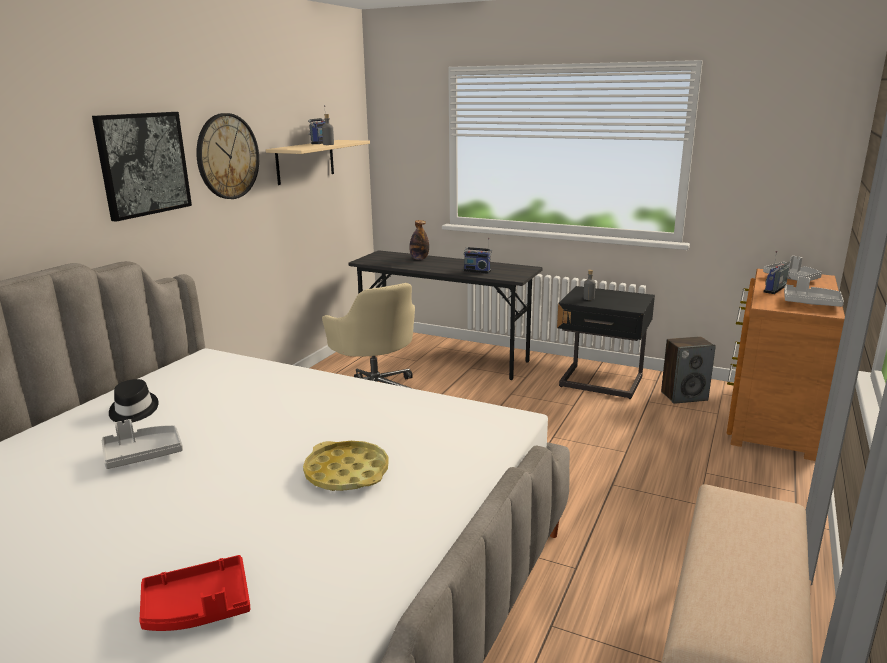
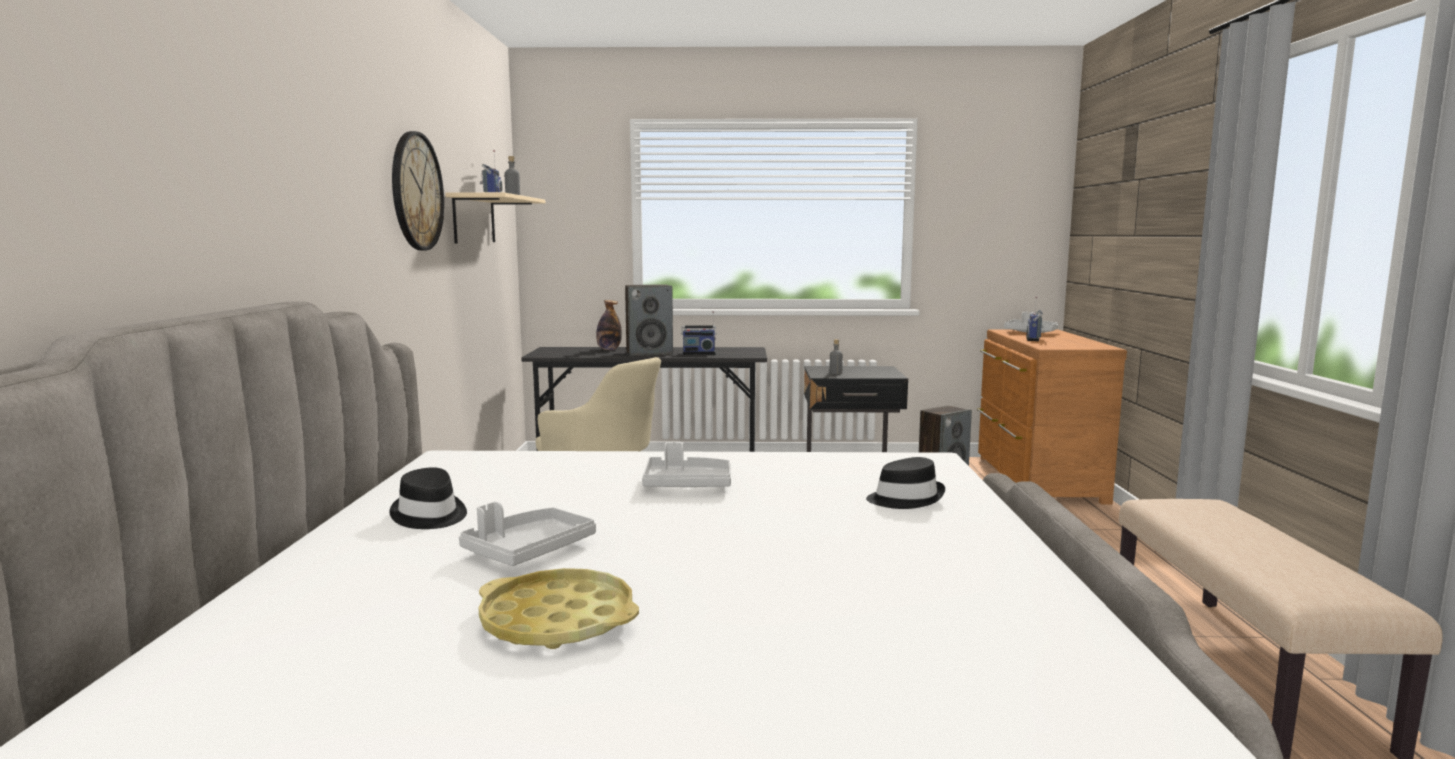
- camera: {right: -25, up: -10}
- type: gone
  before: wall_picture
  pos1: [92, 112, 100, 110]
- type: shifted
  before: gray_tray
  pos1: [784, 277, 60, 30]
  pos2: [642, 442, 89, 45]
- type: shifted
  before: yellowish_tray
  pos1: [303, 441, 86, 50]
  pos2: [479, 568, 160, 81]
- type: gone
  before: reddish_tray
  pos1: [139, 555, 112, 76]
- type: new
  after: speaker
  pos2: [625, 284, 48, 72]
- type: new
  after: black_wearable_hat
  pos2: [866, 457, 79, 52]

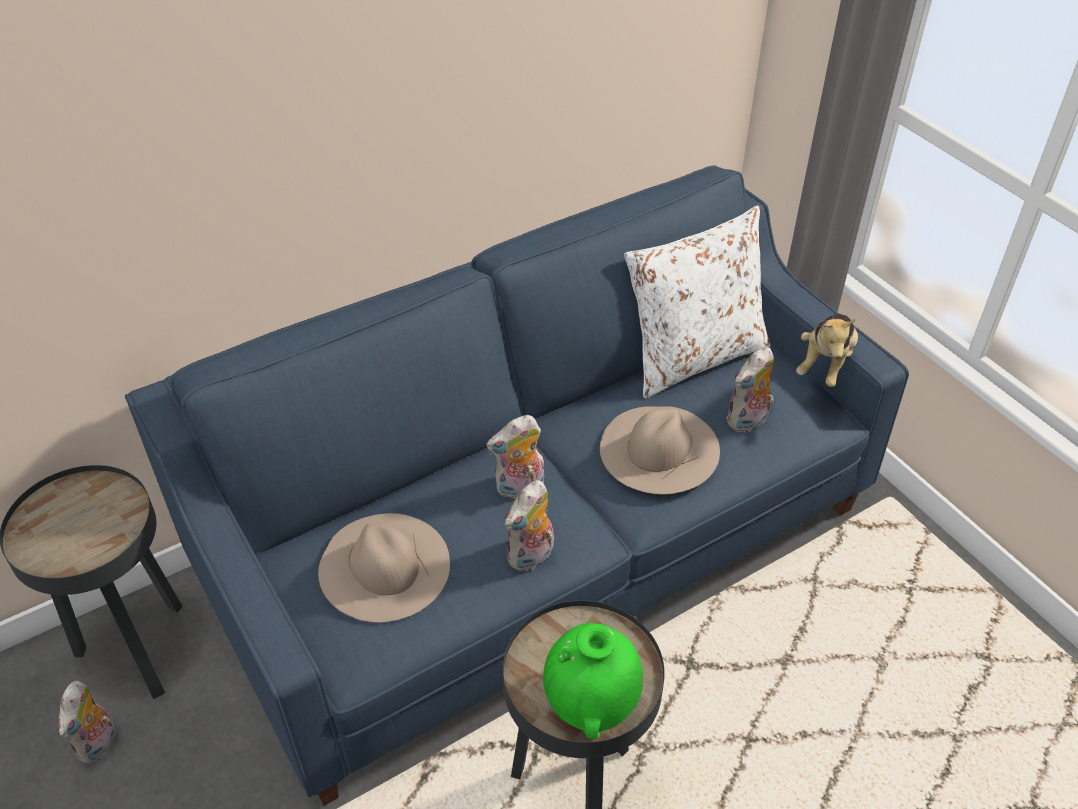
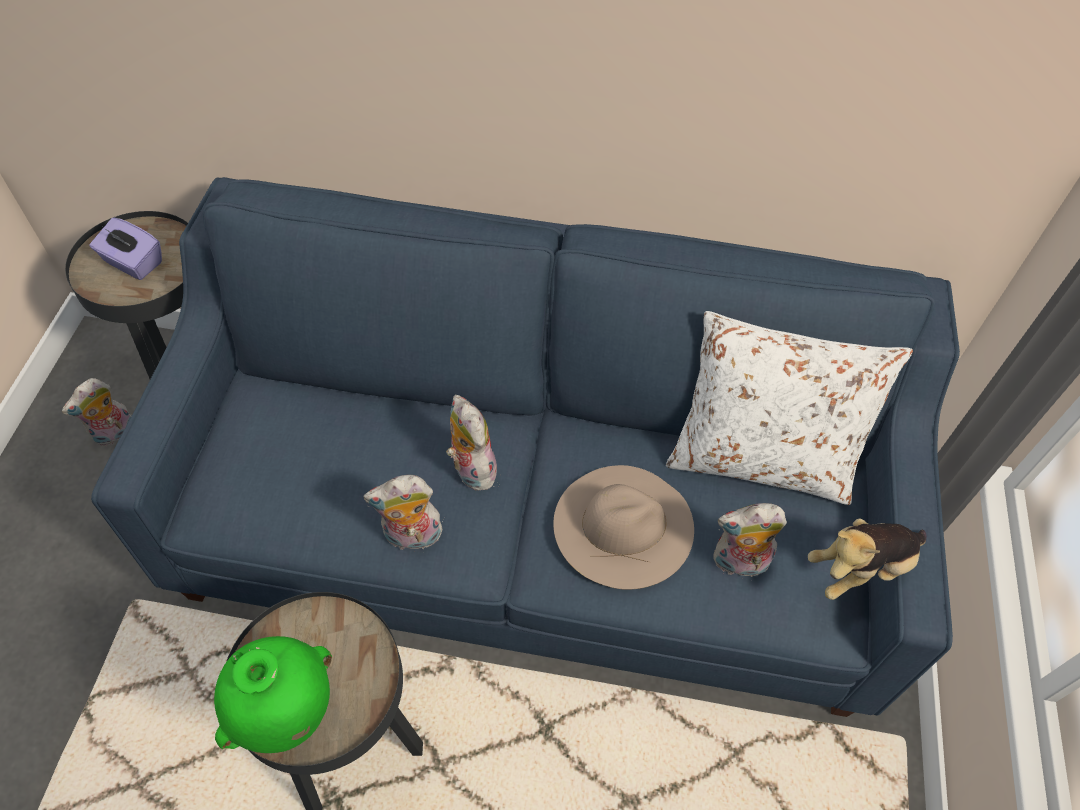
- camera: {right: 40, up: 10}
- type: rotated
  before: soft_toy
  pos1: [486, 415, 58, 84]
  pos2: [446, 395, 51, 95]
  turn: 45
- type: gone
  before: beige-coloured_wearable_hat
  pos1: [318, 513, 132, 110]
- type: new
  after: purplish_tissue_holder
  pos2: [90, 218, 72, 62]

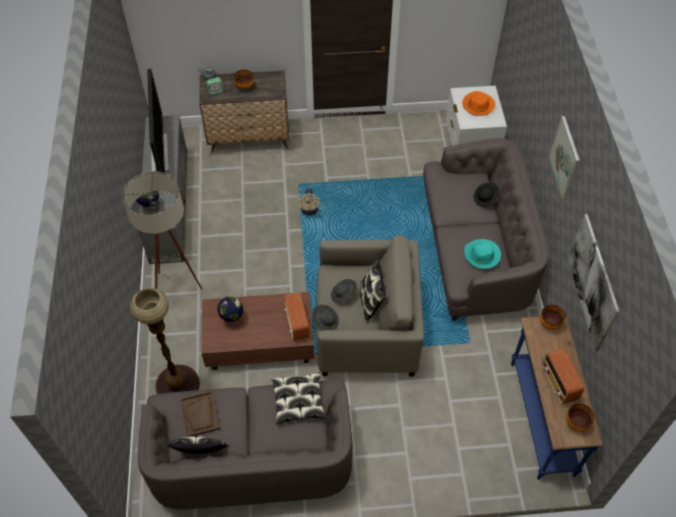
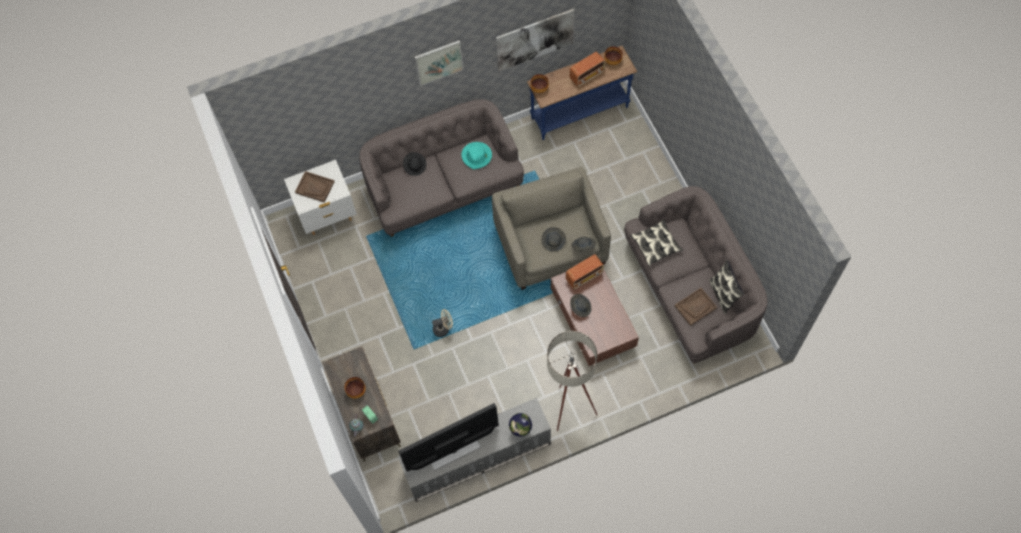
- camera: {right: -105, up: 10}
- type: swapped
  before: orangey_wearable_hat
  after: brown-coloured_tray
  pos1: [462, 91, 33, 25]
  pos2: [295, 171, 40, 31]
- type: gone
  before: pillow
  pos1: [360, 258, 26, 65]
- type: gone
  before: floor_lamp
  pos1: [130, 288, 70, 106]
- type: gone
  before: world_globe
  pos1: [218, 296, 25, 31]
- type: new
  after: gray_wearable_hat
  pos2: [570, 294, 21, 23]

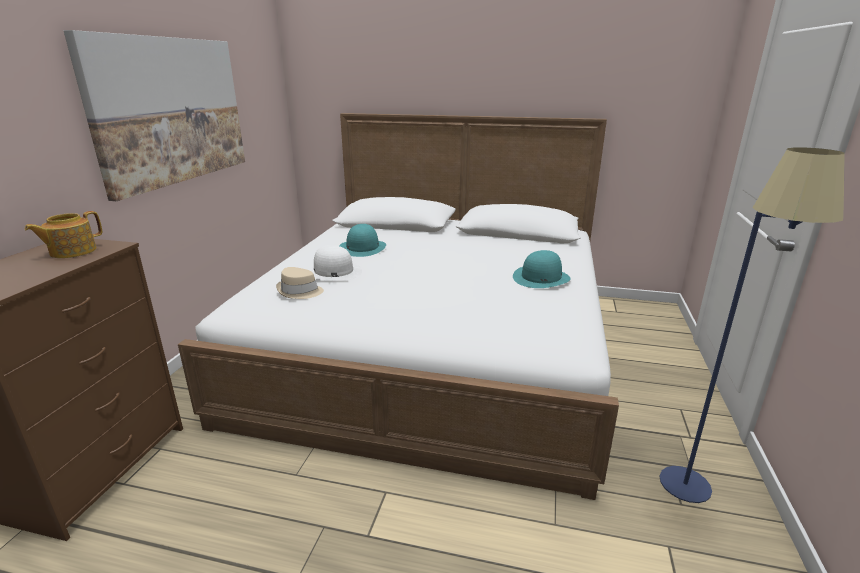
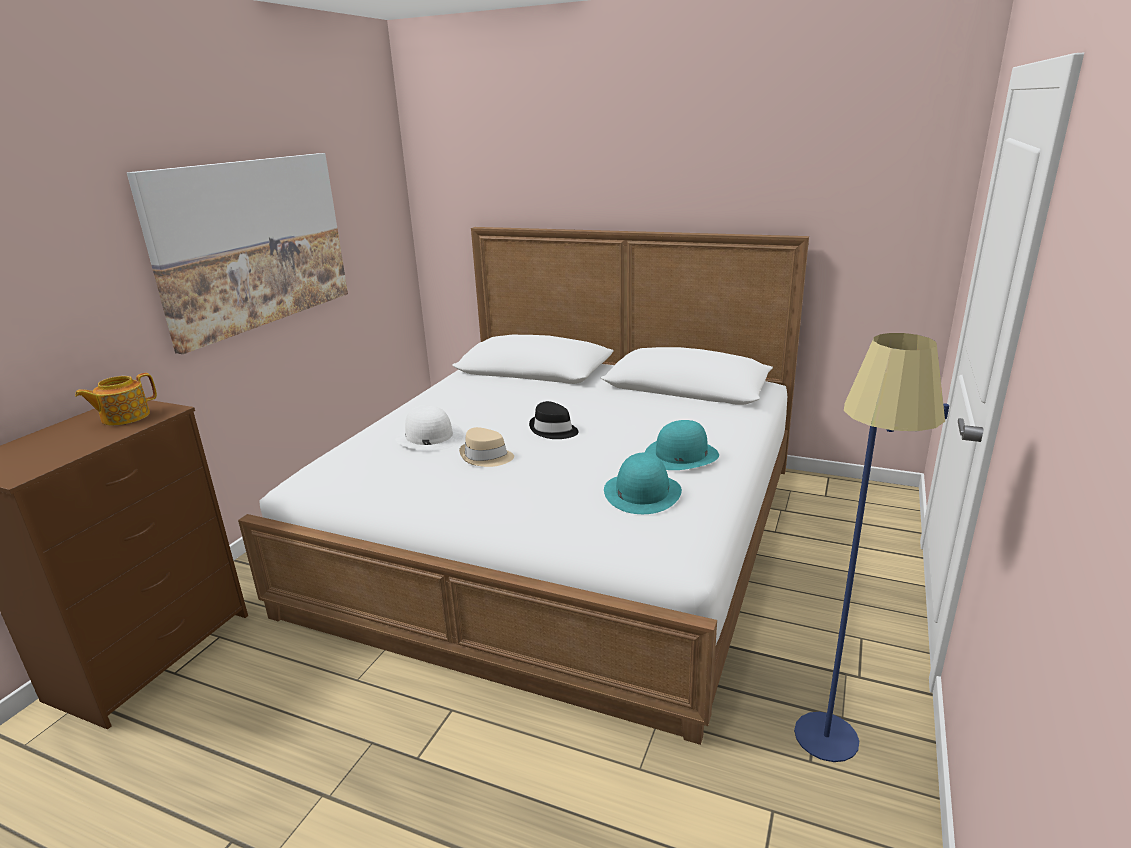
- camera: {right: 10, up: 0}
- type: shifted
  before: turquoise-coloured_wearable_hat
  pos1: [339, 224, 47, 33]
  pos2: [604, 453, 78, 61]
- type: shifted
  before: beige-coloured_wearable_hat
  pos1: [276, 267, 48, 32]
  pos2: [459, 427, 55, 40]
- type: new
  after: black_wearable_hat
  pos2: [529, 401, 50, 38]

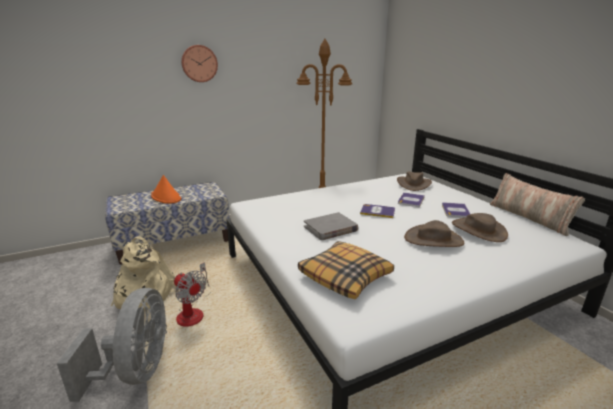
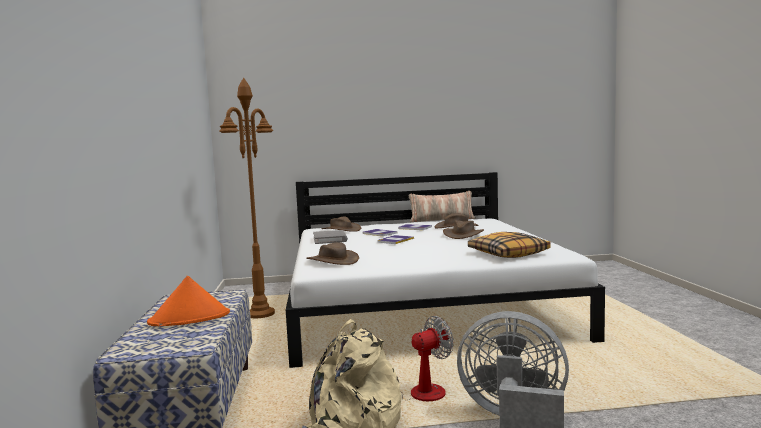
- camera: {right: -70, up: -15}
- type: gone
  before: hanging_clock
  pos1: [181, 45, 37, 37]
- type: shifted
  before: gray_volume
  pos1: [304, 212, 54, 28]
  pos2: [313, 230, 35, 14]
- type: new
  after: brown-coloured_wearable_hat
  pos2: [306, 242, 53, 23]

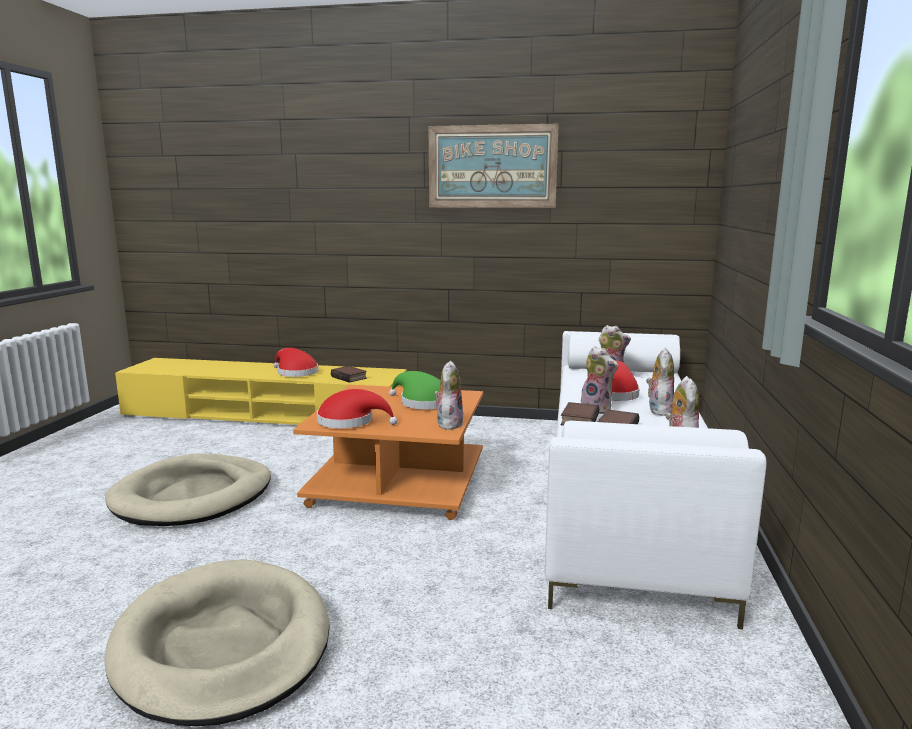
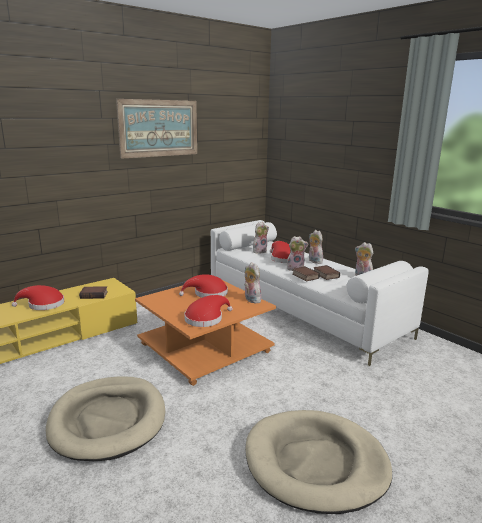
- camera: {right: -50, up: 5}
- type: repainted
  before: green-coloured_wearable_hat
  after: reddish_wearable_hat
  pos1: [389, 371, 52, 38]
  pos2: [179, 274, 49, 24]

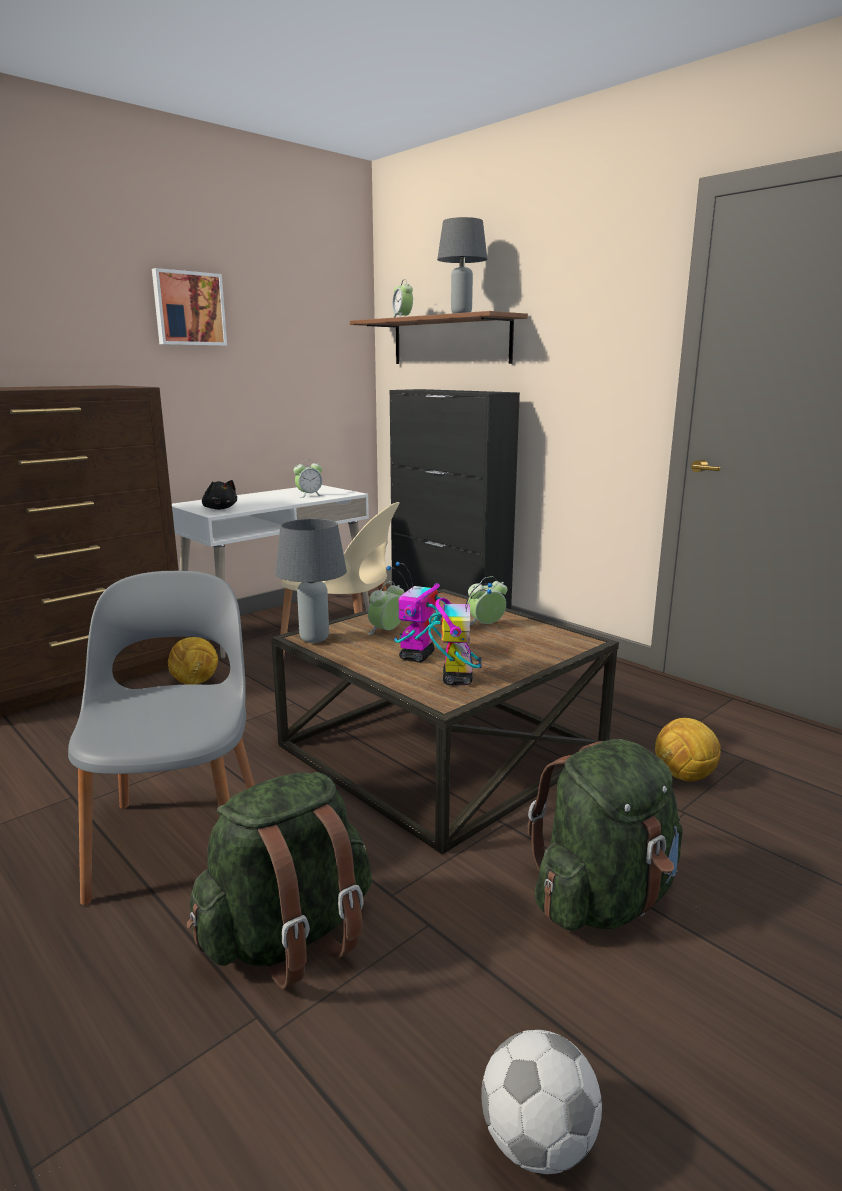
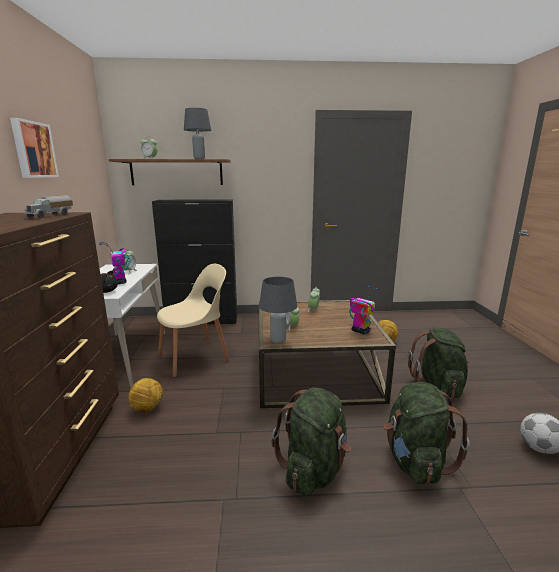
- camera: {right: -50, up: 0}
- type: shifted
  before: robot_figure
  pos1: [387, 562, 59, 100]
  pos2: [99, 242, 32, 42]
- type: swapped
  before: gray_upright_chair
  after: green-coloured_backpack
  pos1: [68, 571, 187, 334]
  pos2: [272, 388, 79, 107]
- type: new
  after: toy_truck
  pos2: [23, 195, 50, 23]

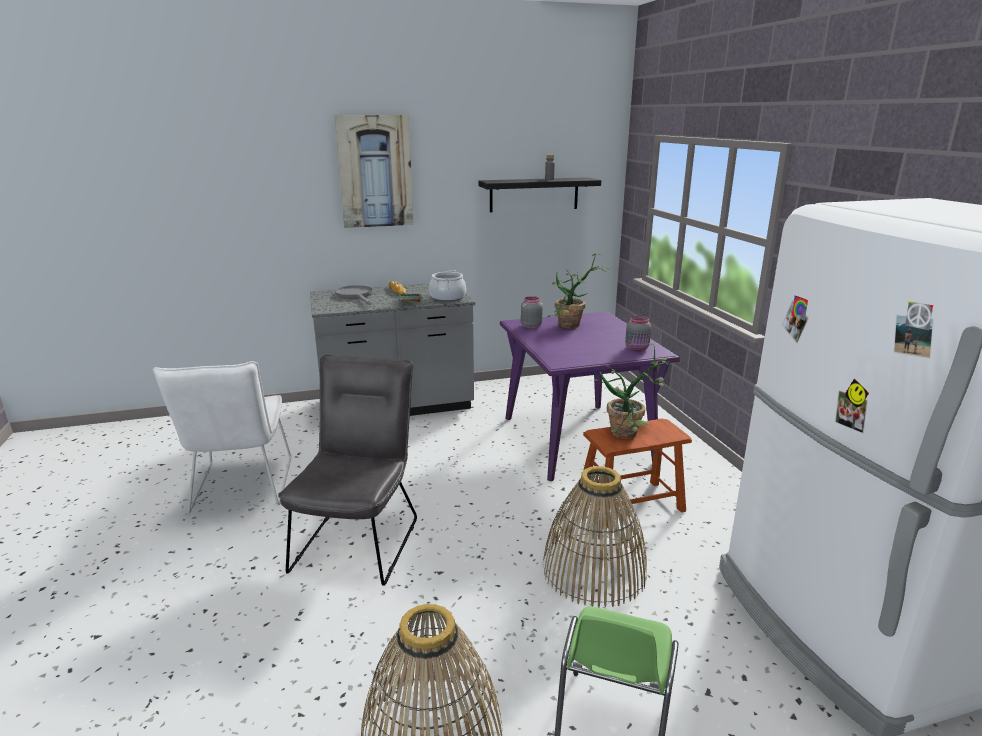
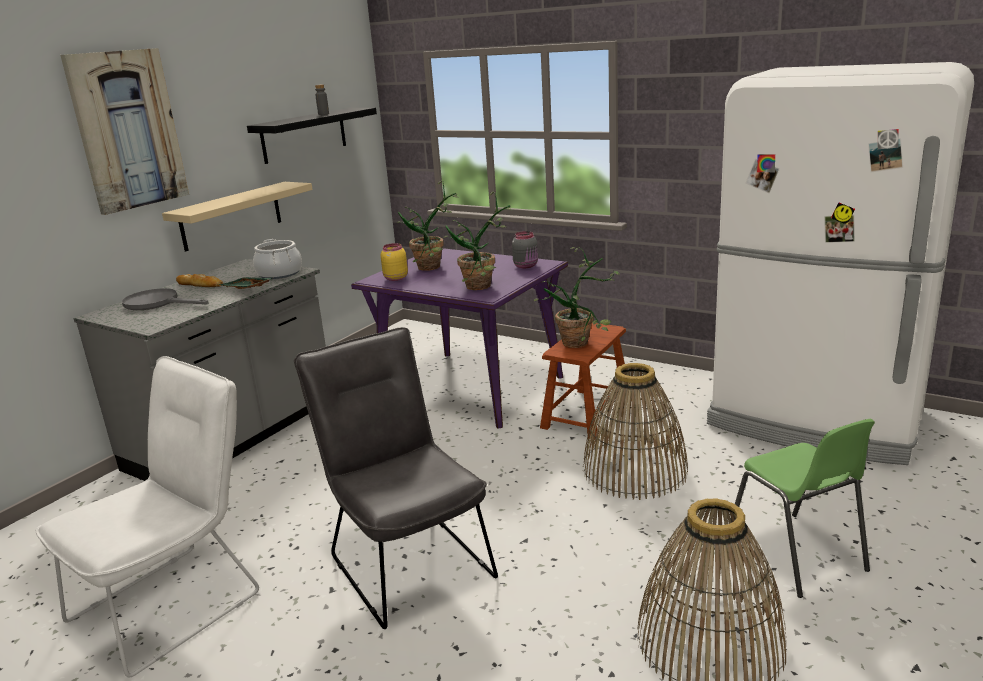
- camera: {right: -40, up: 0}
- type: repainted
  before: gray_storage_jar
  after: yellowish_storage_jar
  pos1: [521, 296, 22, 33]
  pos2: [381, 243, 27, 38]
- type: rotated
  before: white-coloured_upright_chair
  pos1: [153, 361, 138, 153]
  pos2: [36, 356, 223, 322]
  turn: -90
- type: new
  after: beige-coloured_wall_shelf
  pos2: [162, 182, 151, 70]
- type: new
  after: houseplant
  pos2: [443, 192, 69, 98]

